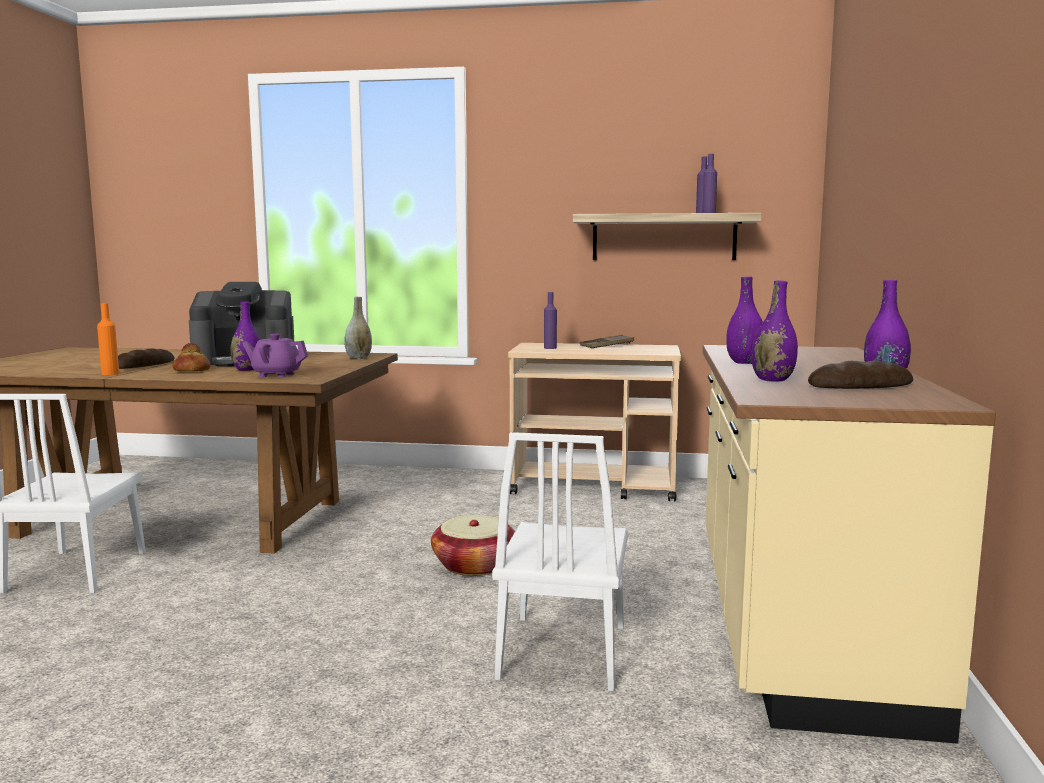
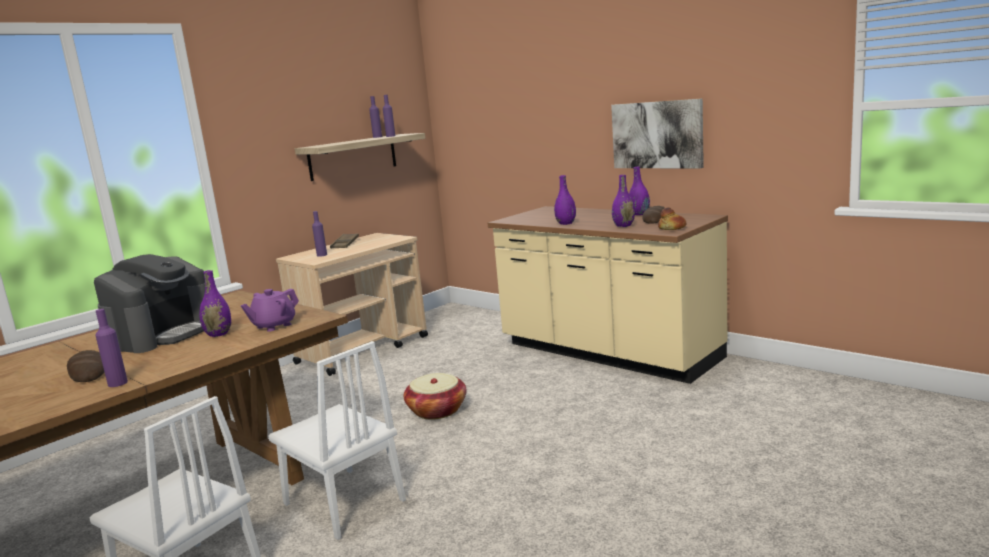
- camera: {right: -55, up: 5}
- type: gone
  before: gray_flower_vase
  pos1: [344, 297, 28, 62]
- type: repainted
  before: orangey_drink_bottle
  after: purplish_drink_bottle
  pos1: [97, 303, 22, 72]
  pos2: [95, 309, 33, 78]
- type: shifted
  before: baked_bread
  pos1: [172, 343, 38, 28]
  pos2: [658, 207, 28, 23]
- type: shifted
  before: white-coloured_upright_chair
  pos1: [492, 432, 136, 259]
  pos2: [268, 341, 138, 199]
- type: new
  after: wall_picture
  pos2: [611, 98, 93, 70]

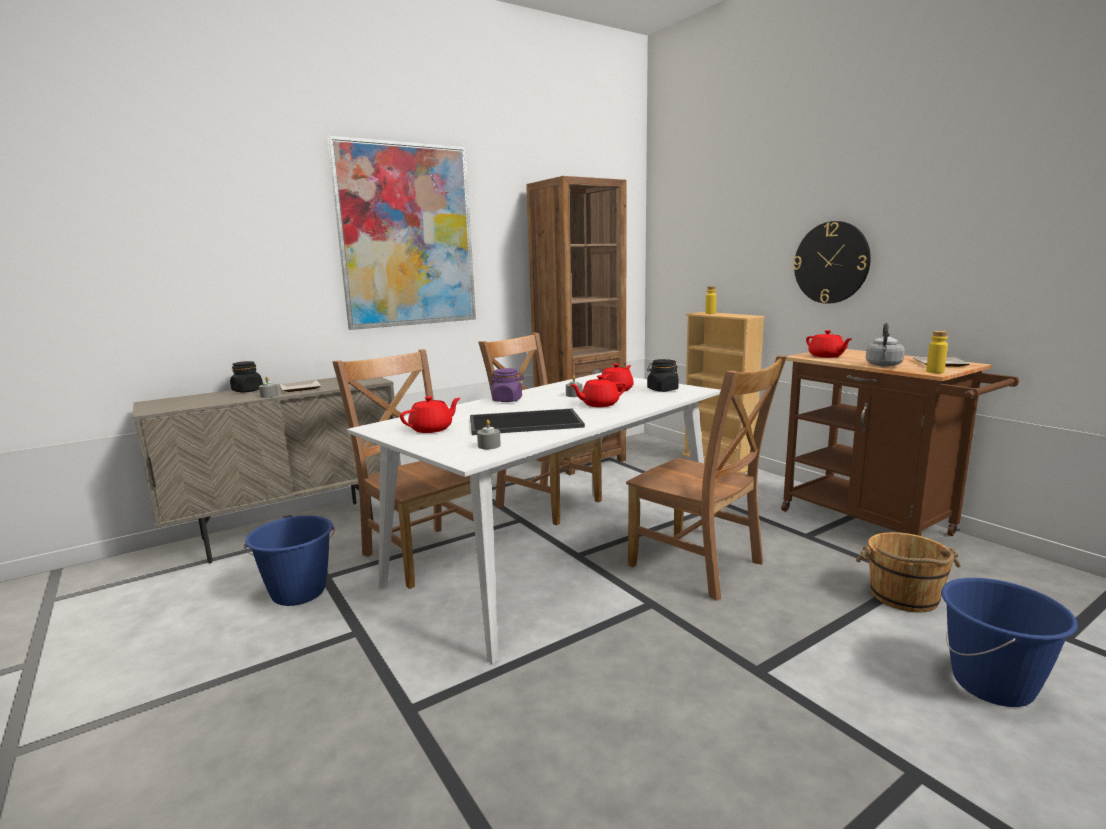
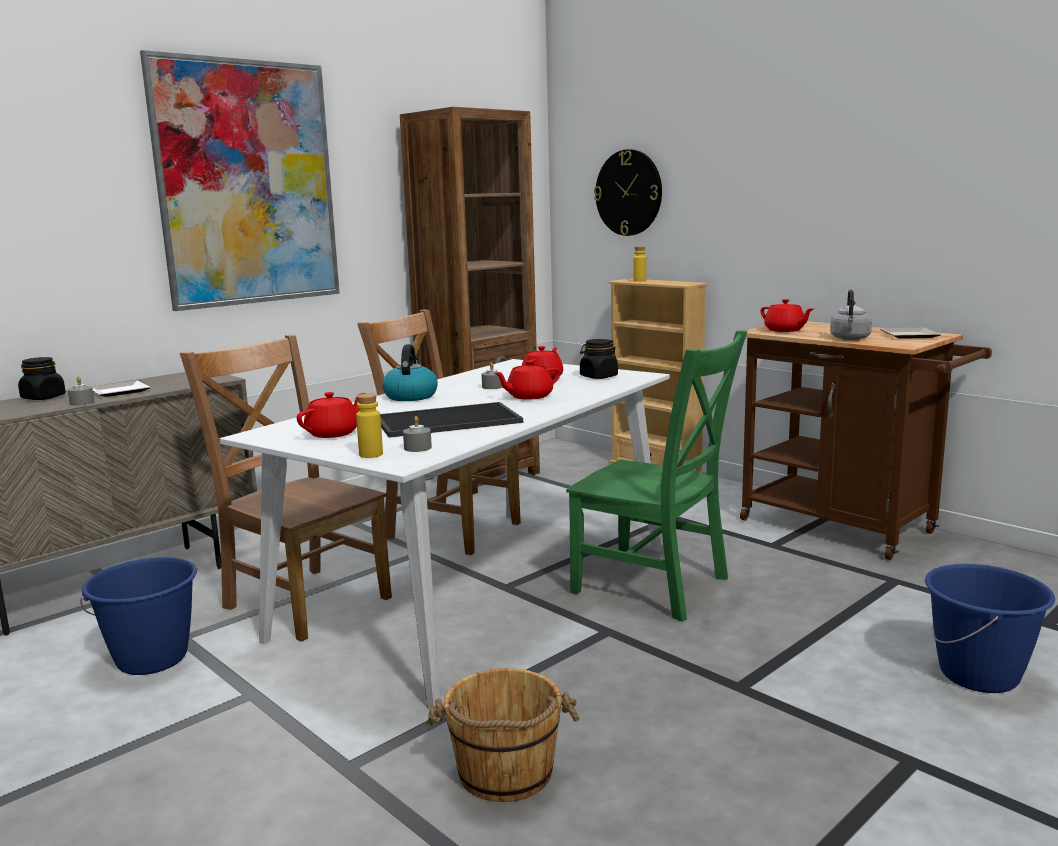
- camera: {right: -10, up: 0}
- type: shifted
  before: hanging_clock
  pos1: [793, 221, 78, 83]
  pos2: [594, 149, 68, 87]
- type: shifted
  before: yellowish_drink_bottle
  pos1: [926, 331, 22, 42]
  pos2: [356, 393, 27, 65]
- type: repainted
  before: brown-coloured_upright_chair
  after: green-coloured_upright_chair
  pos1: [626, 356, 161, 245]
  pos2: [566, 330, 181, 292]
- type: swapped
  before: purplish_storage_jar
  after: tea_kettle
  pos1: [490, 368, 34, 34]
  pos2: [382, 344, 56, 57]
- type: shifted
  before: brown-coloured_water_bucket
  pos1: [856, 532, 105, 81]
  pos2: [427, 668, 152, 134]

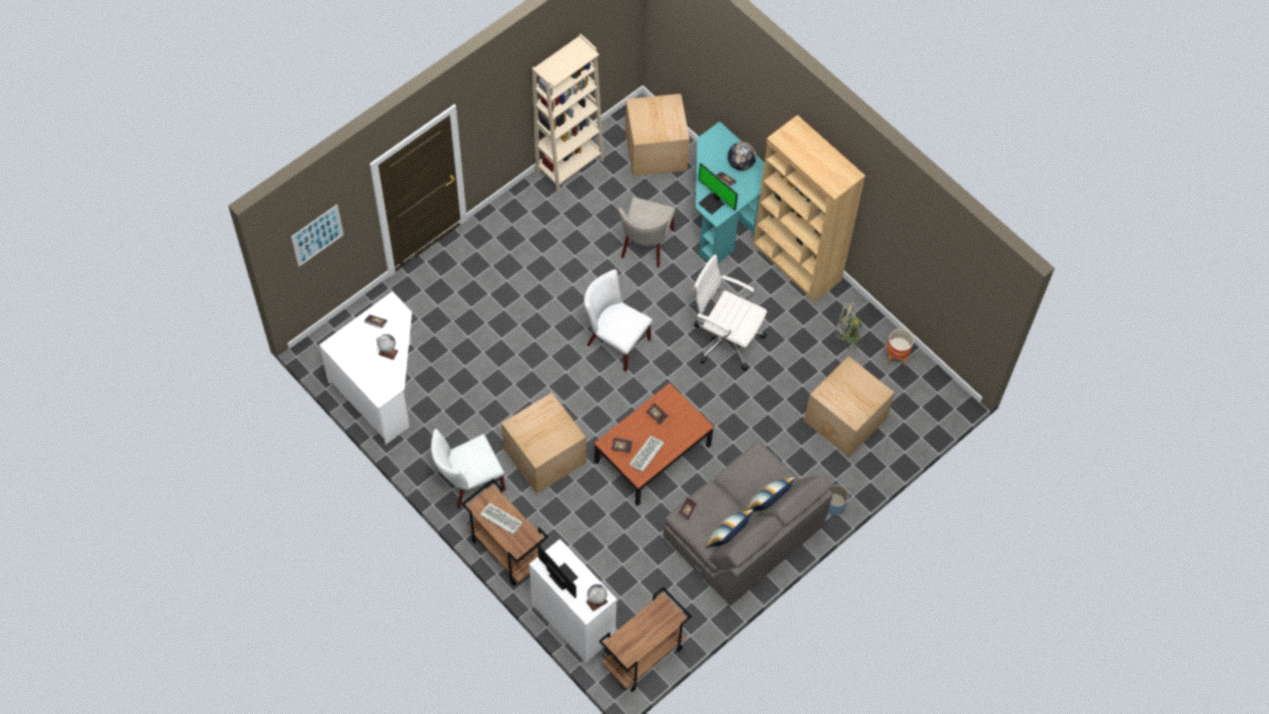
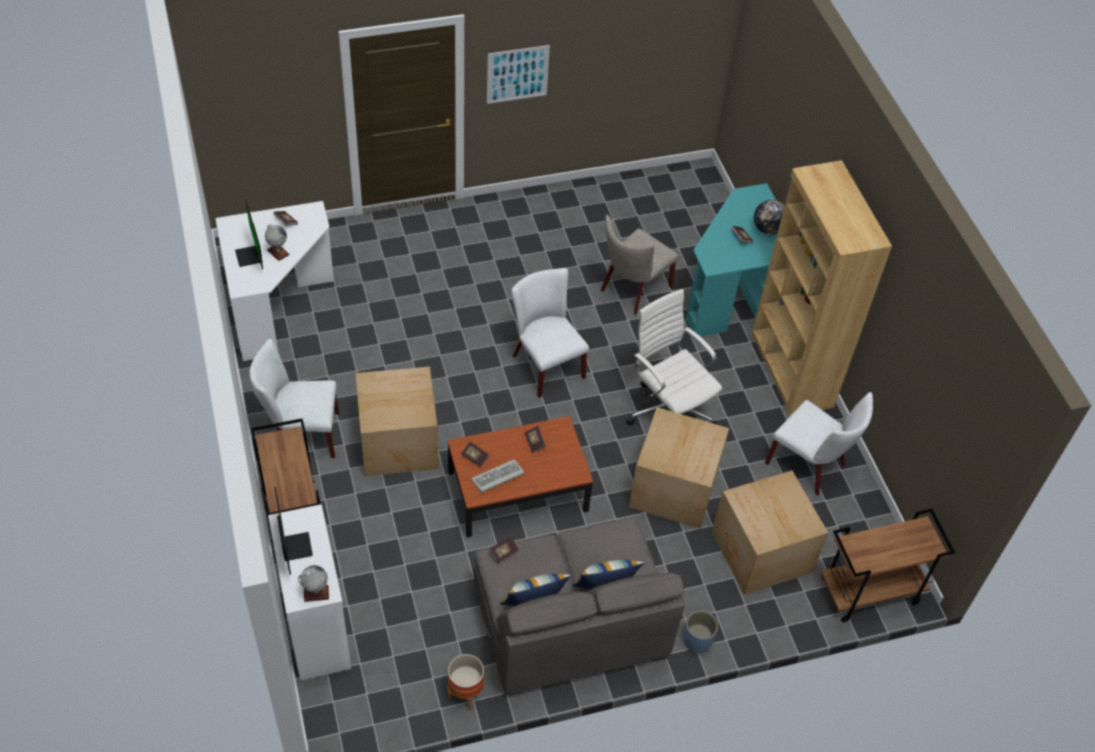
- camera: {right: 25, up: -10}
- type: gone
  before: beige-coloured_bookcase
  pos1: [532, 34, 72, 160]
- type: shifted
  before: cardboard_box
  pos1: [625, 94, 65, 82]
  pos2: [629, 407, 100, 122]
- type: shifted
  before: computer_screen
  pos1: [698, 163, 40, 52]
  pos2: [235, 200, 28, 69]
- type: shifted
  before: wall_picture
  pos1: [291, 204, 53, 63]
  pos2: [487, 45, 63, 59]
- type: swapped
  before: green-coloured_electric_fan
  after: white-coloured_upright_chair
  pos1: [836, 301, 29, 48]
  pos2: [765, 392, 108, 104]
- type: shifted
  before: flower_pot
  pos1: [886, 329, 28, 37]
  pos2: [447, 654, 37, 56]
- type: gone
  before: keyboard
  pos1: [480, 503, 43, 32]
- type: shifted
  before: brown-coloured_trolley
  pos1: [599, 587, 93, 105]
  pos2: [821, 508, 134, 114]

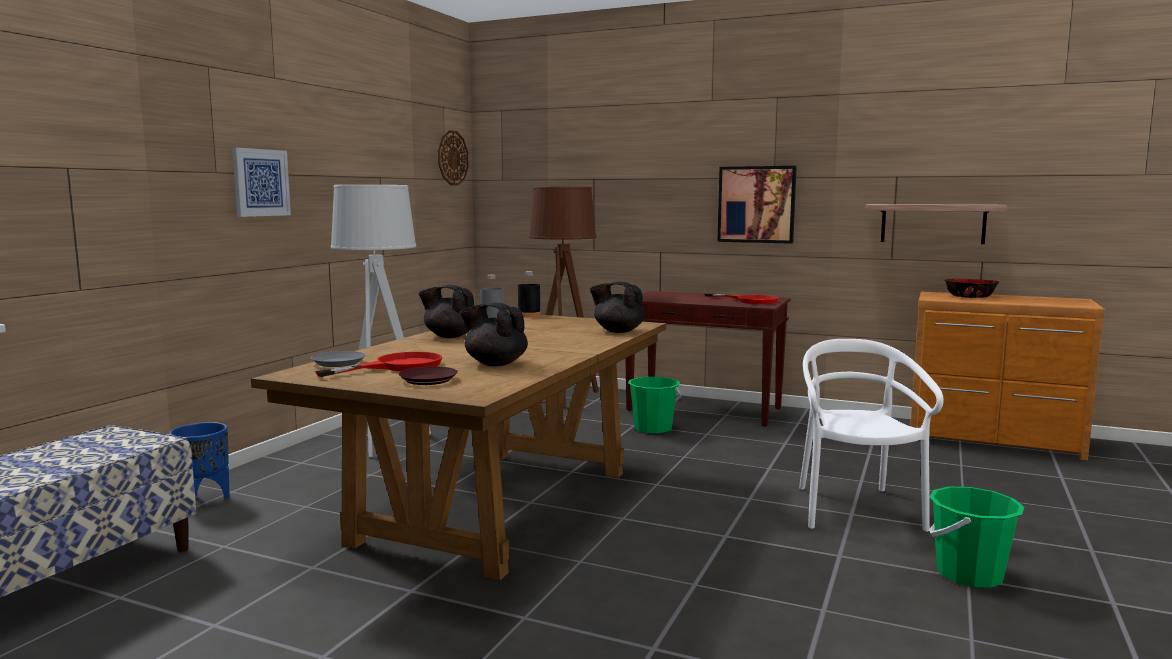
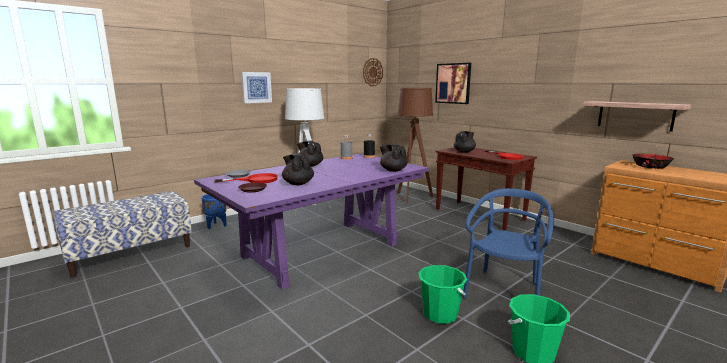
- camera: {right: 25, up: 5}
- type: shifted
  before: wall_picture
  pos1: [717, 166, 80, 78]
  pos2: [435, 63, 36, 41]
- type: repainted
  before: brown-coloured_kitchen_table
  after: purplish_kitchen_table
  pos1: [251, 313, 415, 267]
  pos2: [194, 154, 235, 135]
- type: repainted
  before: white-coloured_upright_chair
  after: blue-coloured_upright_chair
  pos1: [799, 339, 145, 193]
  pos2: [463, 188, 90, 110]
- type: shifted
  before: green-coloured_water_bucket
  pos1: [628, 377, 53, 57]
  pos2: [418, 265, 49, 59]
- type: new
  after: black_teapot
  pos2: [454, 131, 22, 22]

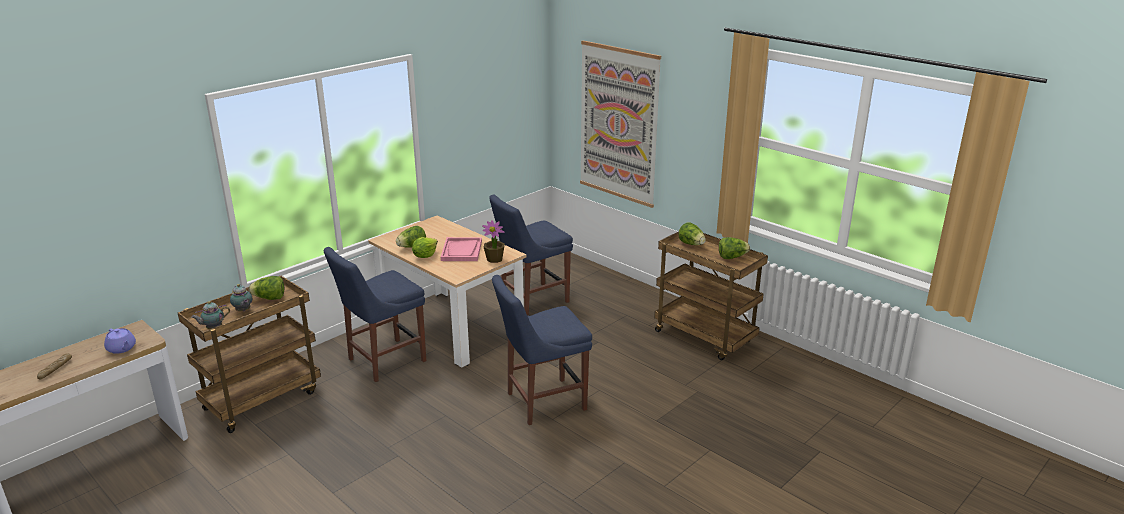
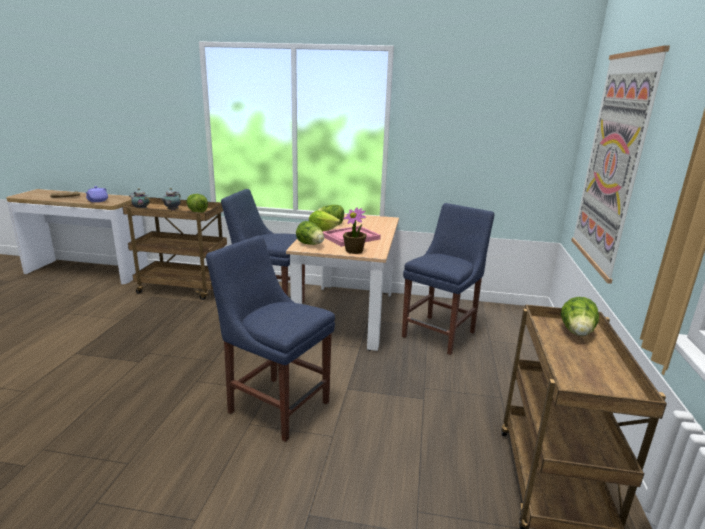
- camera: {right: 55, up: -5}
- type: rotated
  before: blue-coloured_upright_chair
  pos1: [489, 195, 84, 120]
  pos2: [402, 203, 92, 152]
  turn: 105
- type: shifted
  before: head_of_lettuce
  pos1: [719, 237, 31, 22]
  pos2: [296, 221, 28, 24]

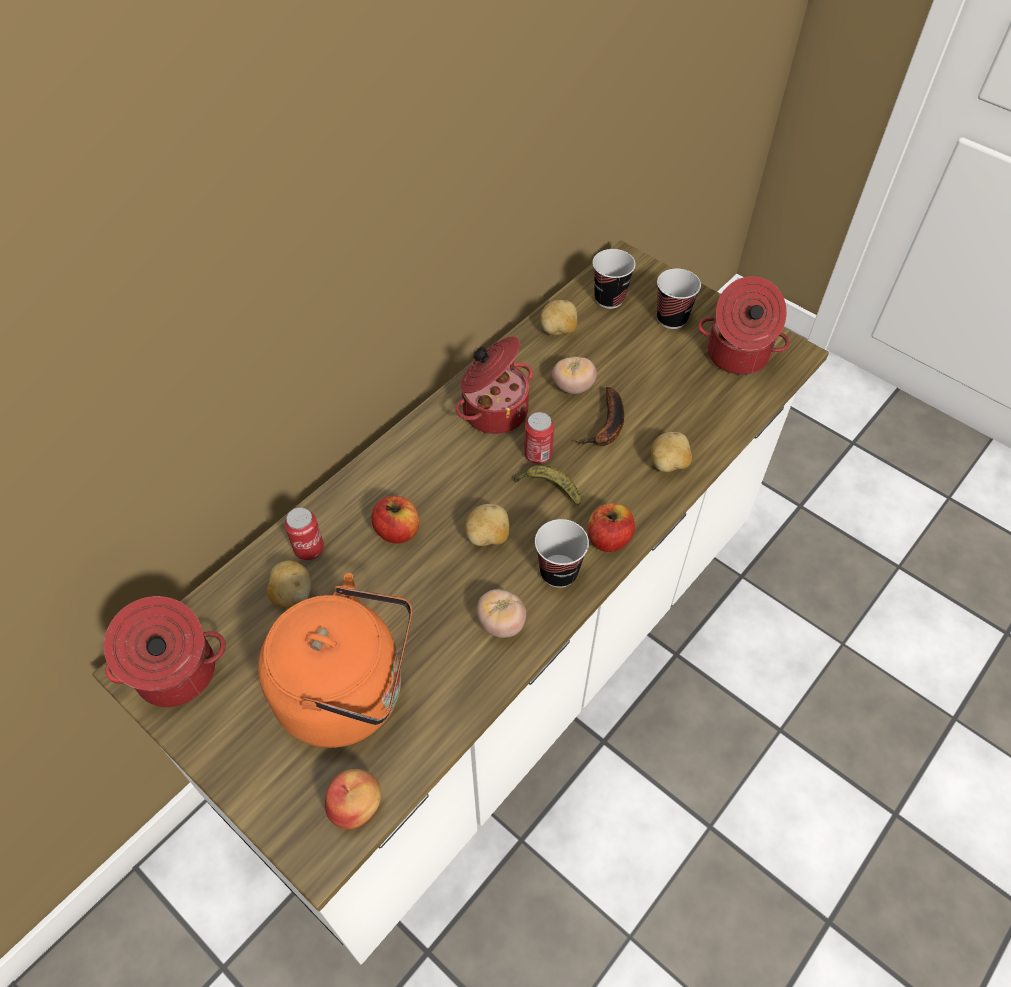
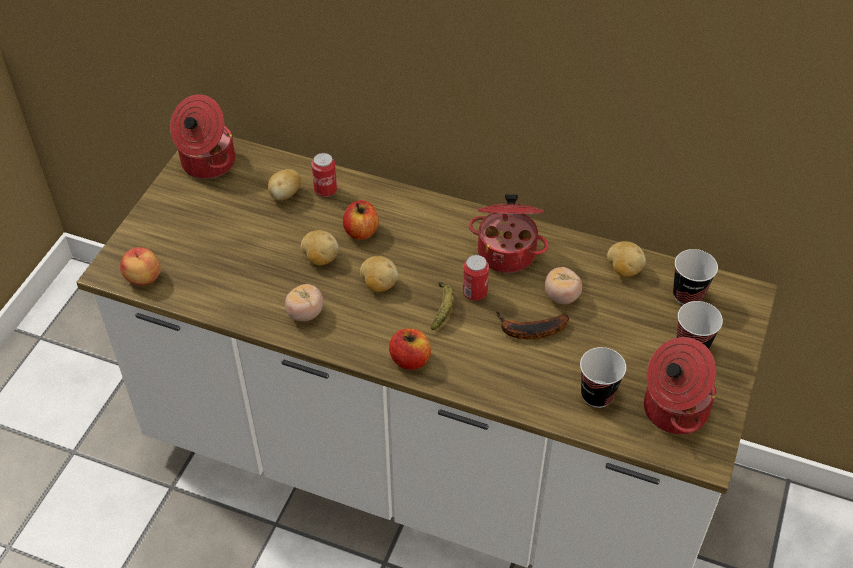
- camera: {right: 70, up: -5}
- type: shifted
  before: spud
  pos1: [651, 432, 41, 40]
  pos2: [301, 230, 37, 35]
- type: shifted
  before: cup
  pos1: [535, 519, 54, 69]
  pos2: [580, 347, 46, 61]
- type: gone
  before: orangey_tea_kettle
  pos1: [258, 573, 154, 175]

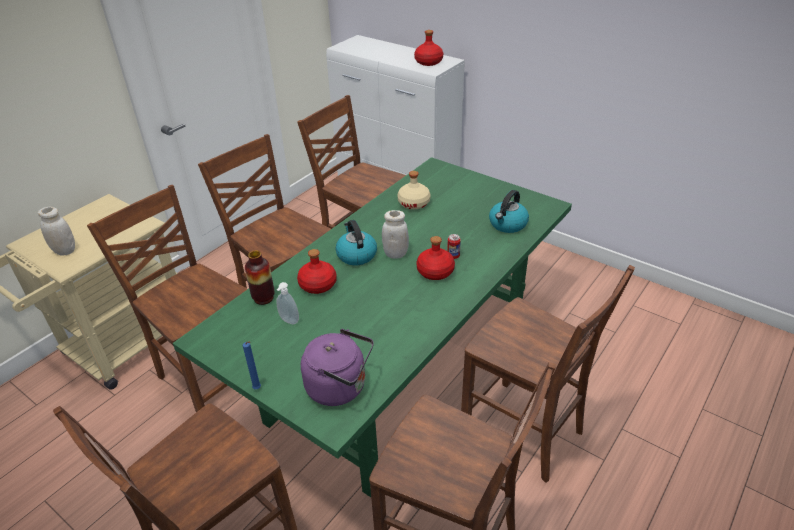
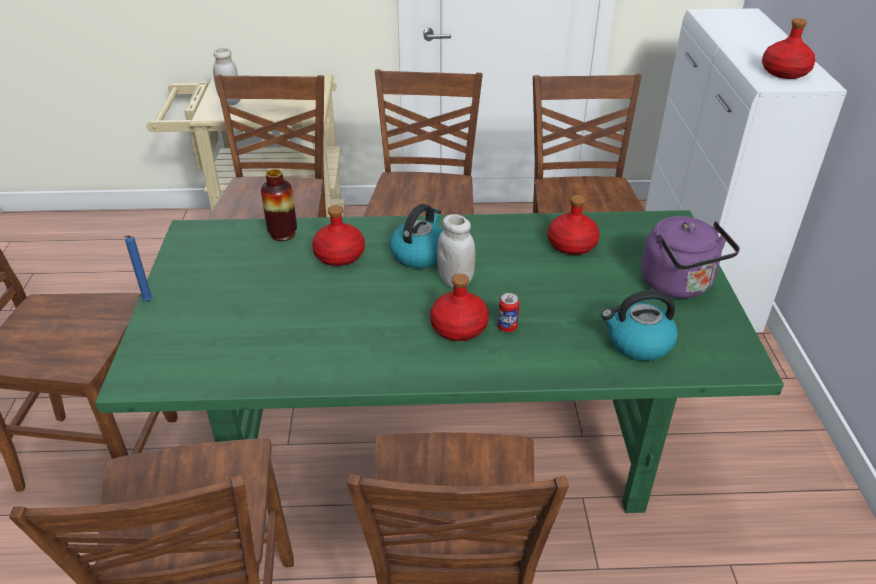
- camera: {right: 50, up: 0}
- type: repainted
  before: beige-coloured_drink_bottle
  after: reddish_drink_bottle
  pos1: [397, 171, 34, 38]
  pos2: [548, 195, 52, 60]
- type: gone
  before: soap_dispenser
  pos1: [276, 282, 23, 42]
- type: shifted
  before: purplish_tea_kettle
  pos1: [301, 329, 73, 77]
  pos2: [641, 216, 99, 82]

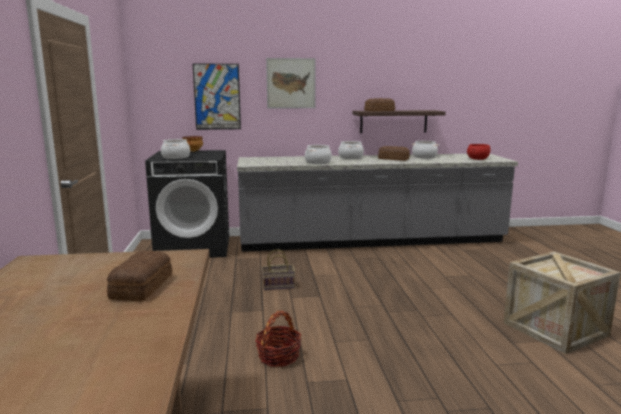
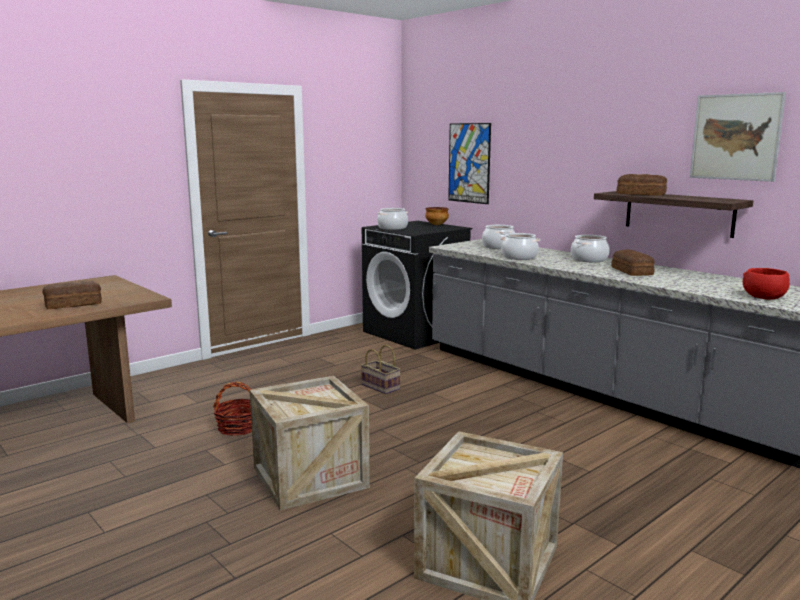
- camera: {right: 55, up: 0}
- type: shifted
  before: wall_picture
  pos1: [266, 58, 49, 51]
  pos2: [690, 92, 96, 90]
- type: shifted
  before: stockpot
  pos1: [412, 141, 27, 17]
  pos2: [482, 225, 33, 24]
- type: new
  after: packing_crate
  pos2: [250, 376, 120, 135]

